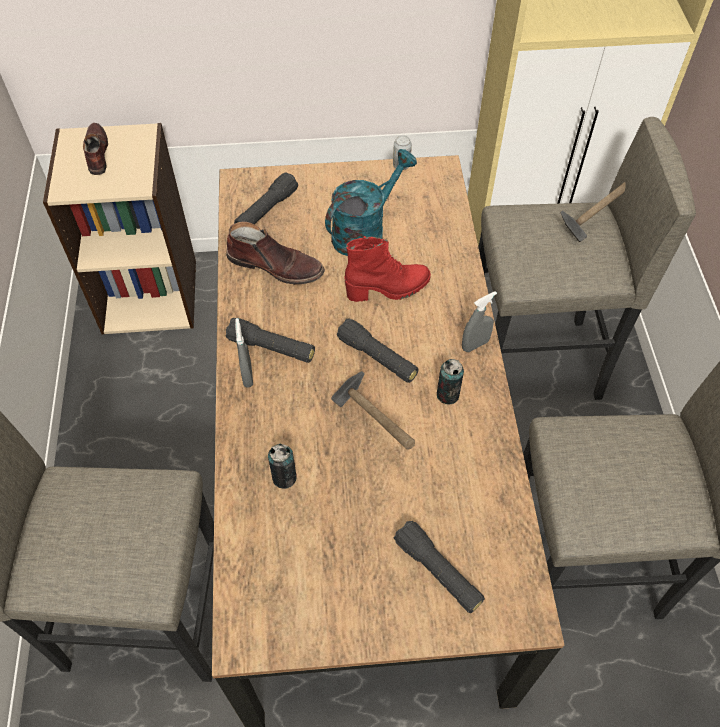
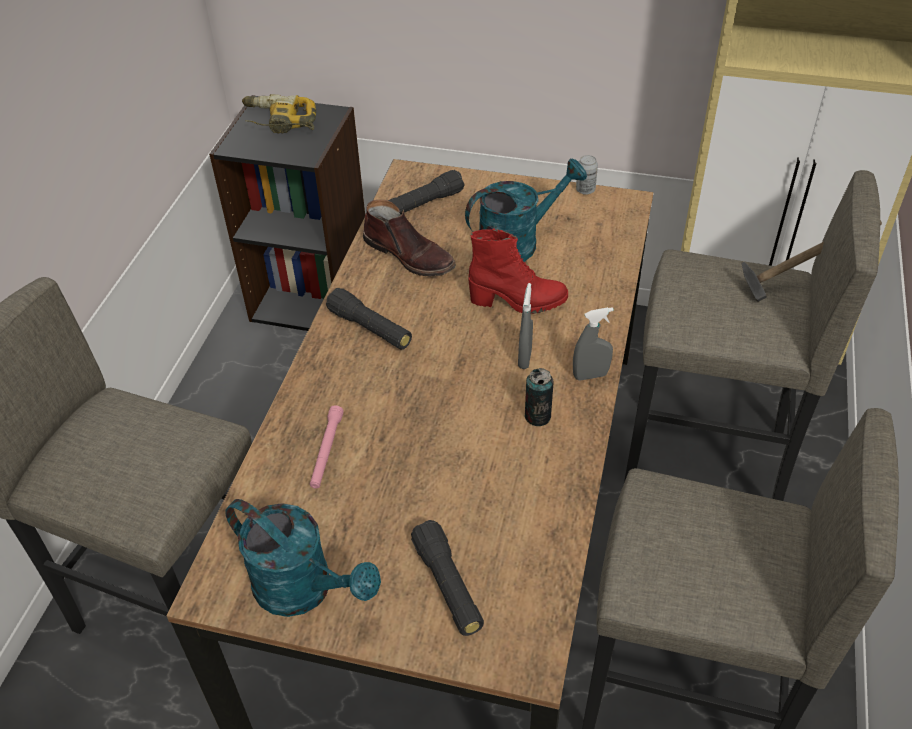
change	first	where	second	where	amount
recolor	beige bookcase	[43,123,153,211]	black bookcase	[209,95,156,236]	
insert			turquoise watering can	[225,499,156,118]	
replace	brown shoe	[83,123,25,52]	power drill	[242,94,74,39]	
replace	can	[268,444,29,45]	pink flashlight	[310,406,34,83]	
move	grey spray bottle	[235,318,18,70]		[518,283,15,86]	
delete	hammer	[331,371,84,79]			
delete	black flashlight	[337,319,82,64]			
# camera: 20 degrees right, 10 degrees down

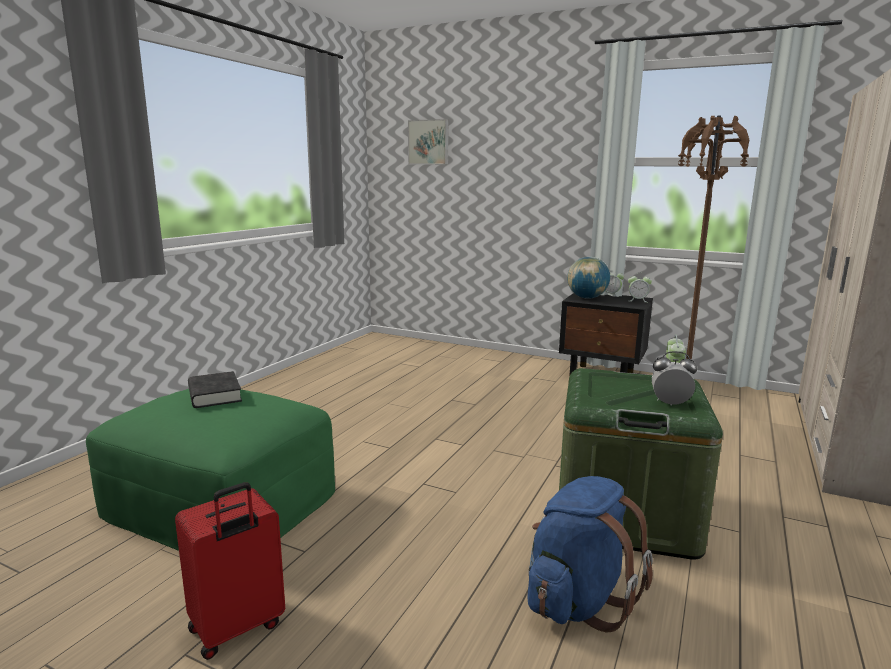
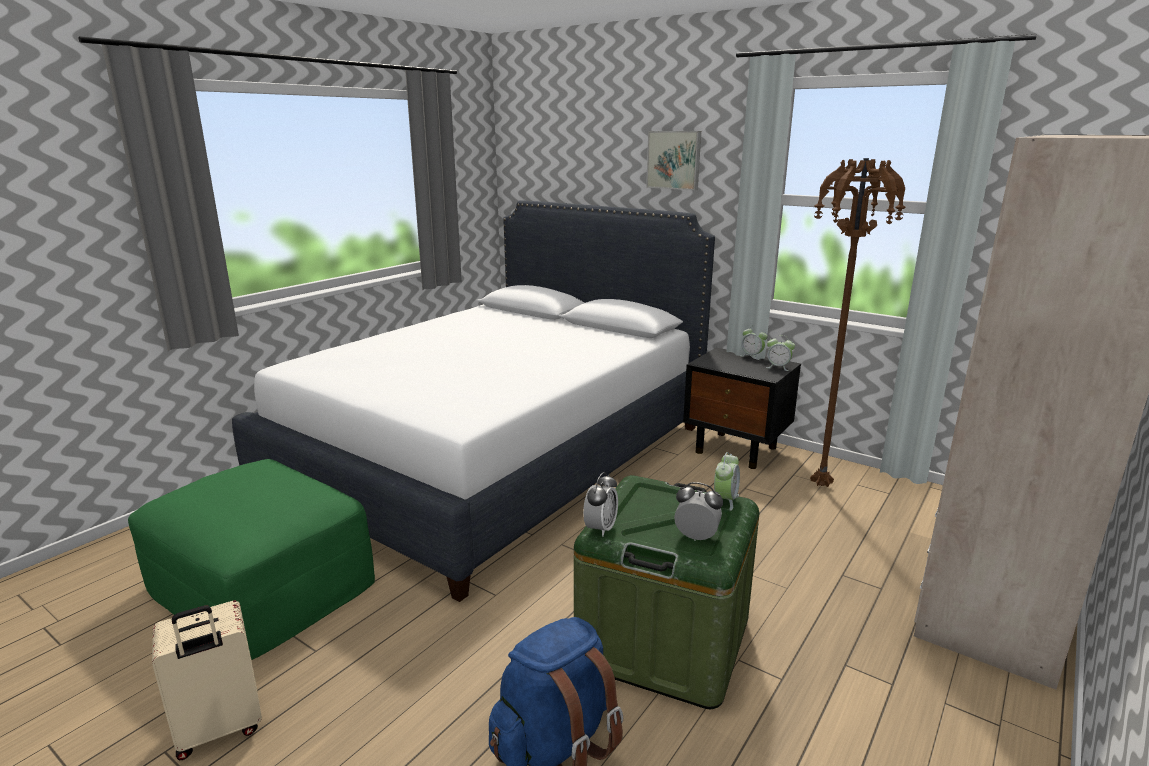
change	first	where	second	where	amount
recolor	red suitcase	[175,482,110,178]	beige suitcase	[152,601,110,159]	
insert			white bed	[232,200,483,402]	
insert			alarm clock	[583,472,35,65]	
move	picture	[408,119,41,46]		[646,131,55,59]	
delete	black book	[188,371,54,37]			
delete	globe	[567,257,43,42]			
# camera: 10 degrees right, 5 degrees up

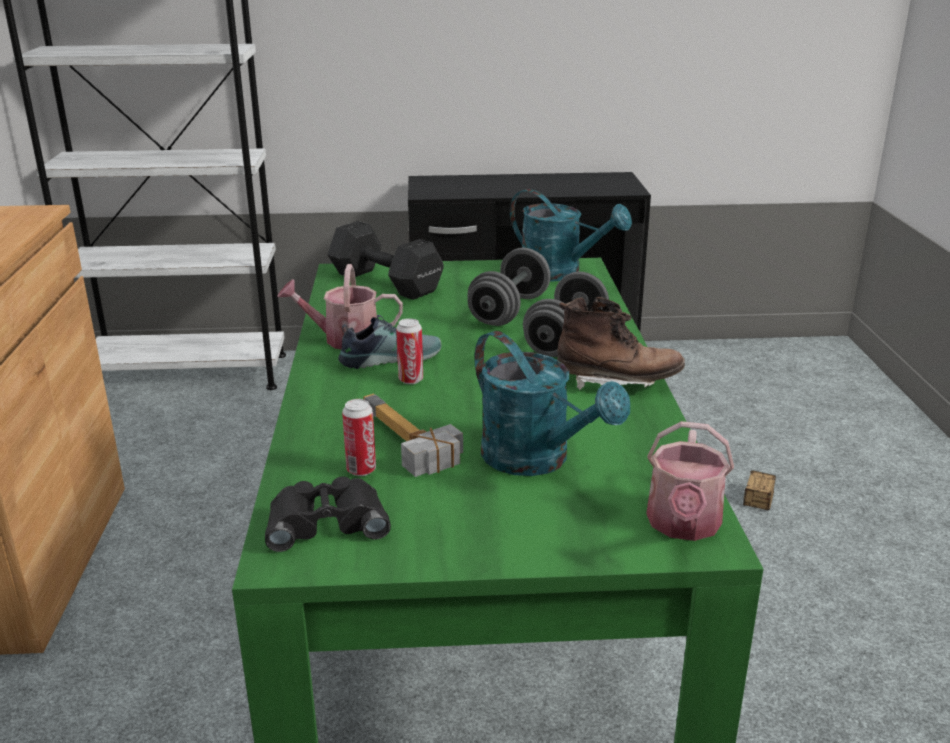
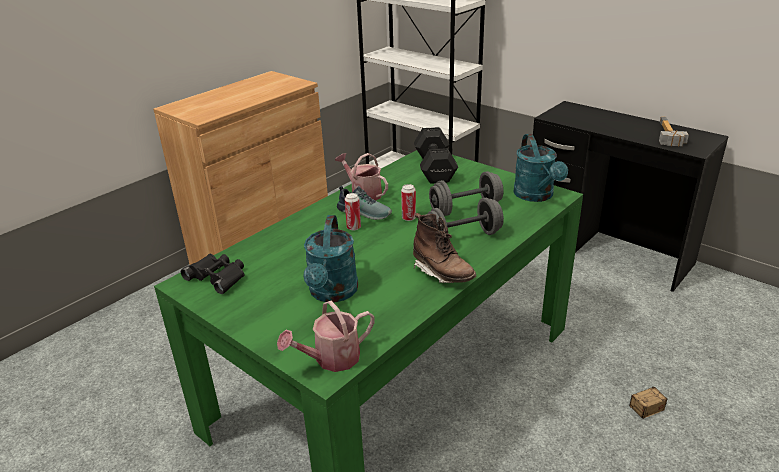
change	first	where	second	where	amount
move	can	[342,399,34,77]		[401,184,15,37]	
move	hammer	[363,394,100,83]		[659,117,30,30]	
# camera: 45 degrees right, 5 degrees up

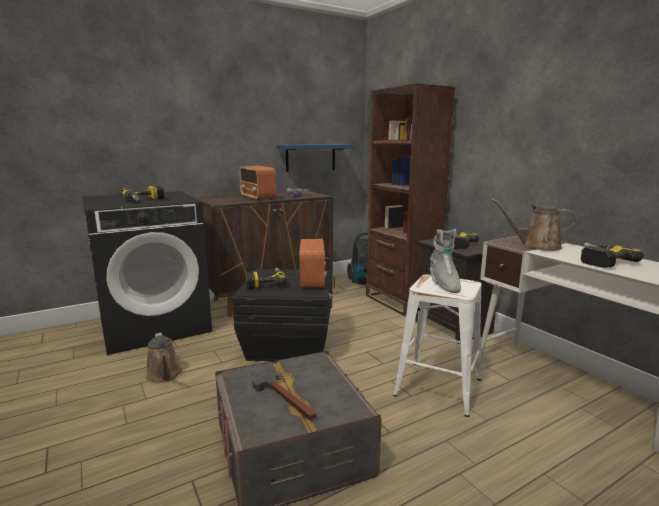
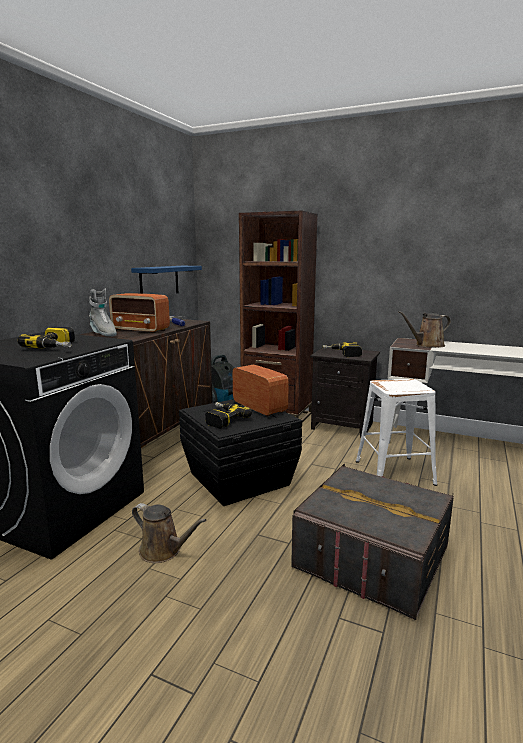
change	first	where	second	where	amount
move	grey boot	[430,229,31,64]		[89,289,28,48]	
delete	hammer	[252,373,64,47]			
delete	power drill	[581,243,63,25]			
# camera: 35 degrees left, 0 degrees up

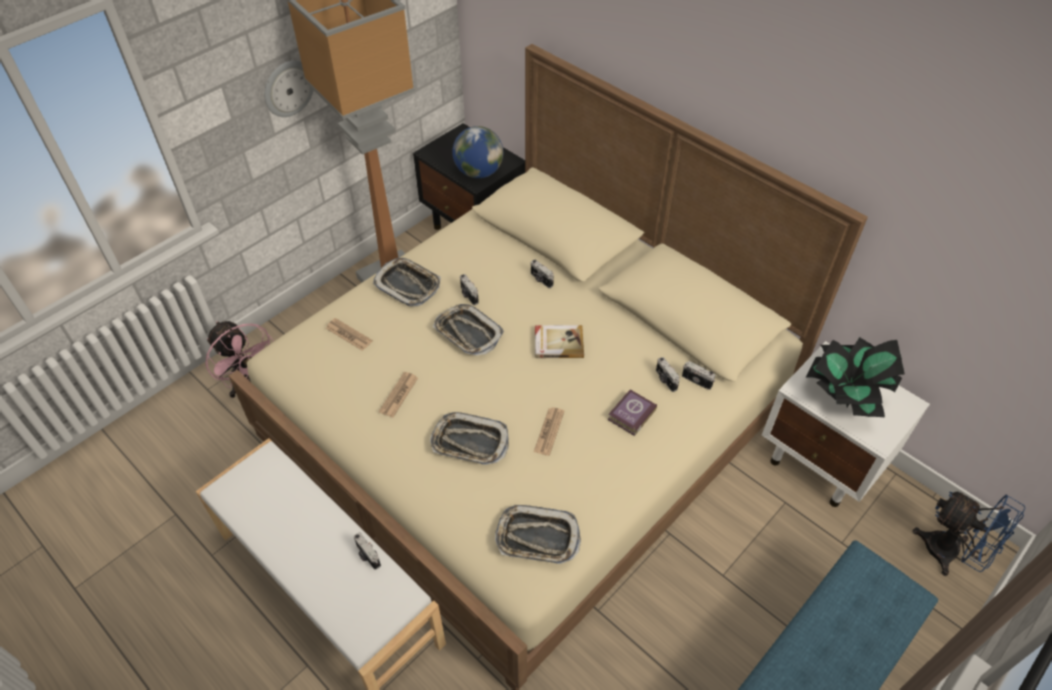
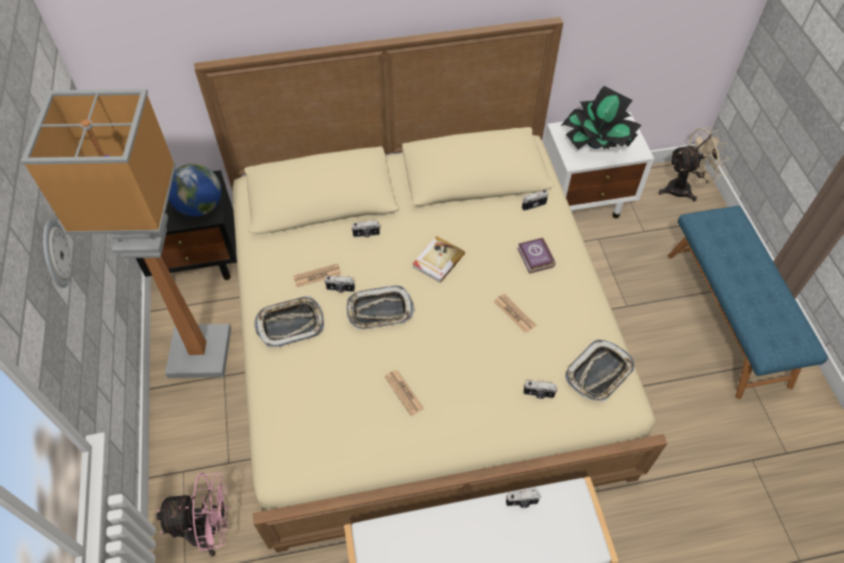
change	first	where	second	where	amount
move	newspaper	[326,318,47,33]		[293,263,48,24]	
move	photo camera	[656,357,24,35]		[524,380,34,19]	
recolor	blue fan	[912,492,114,84]	beige fan	[658,127,72,75]	
delete	tray	[430,412,79,53]			
# camera: 55 degrees left, 5 degrees up

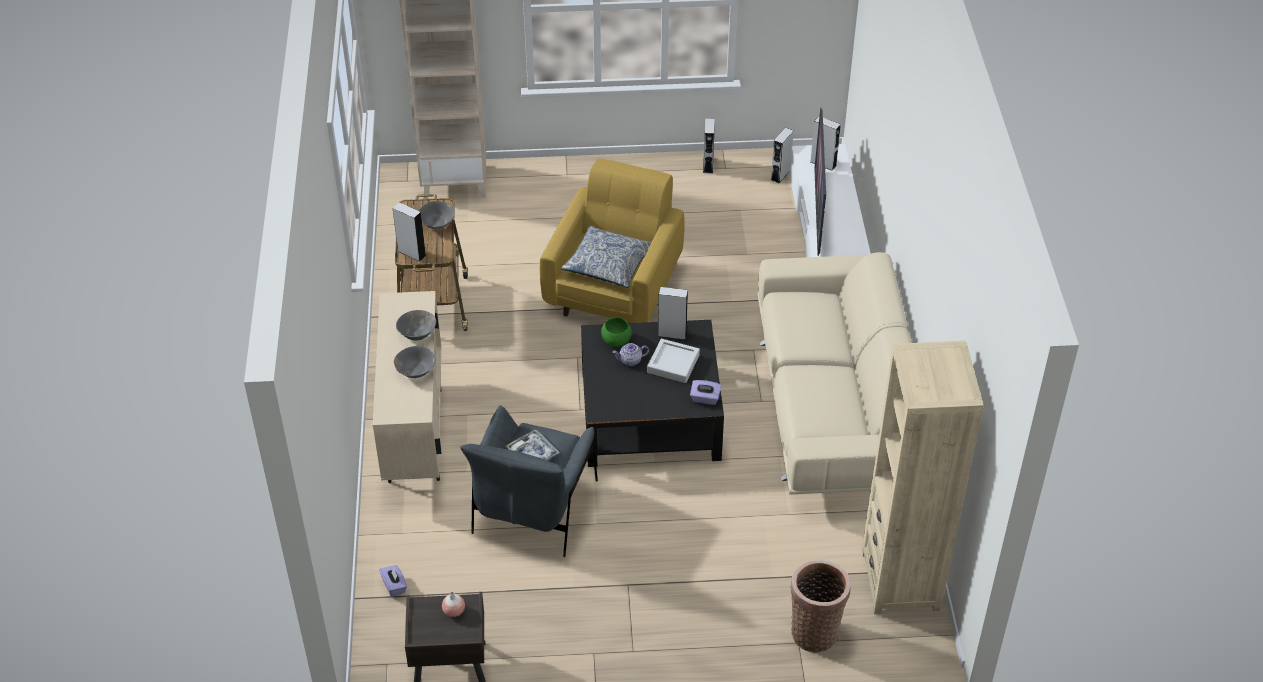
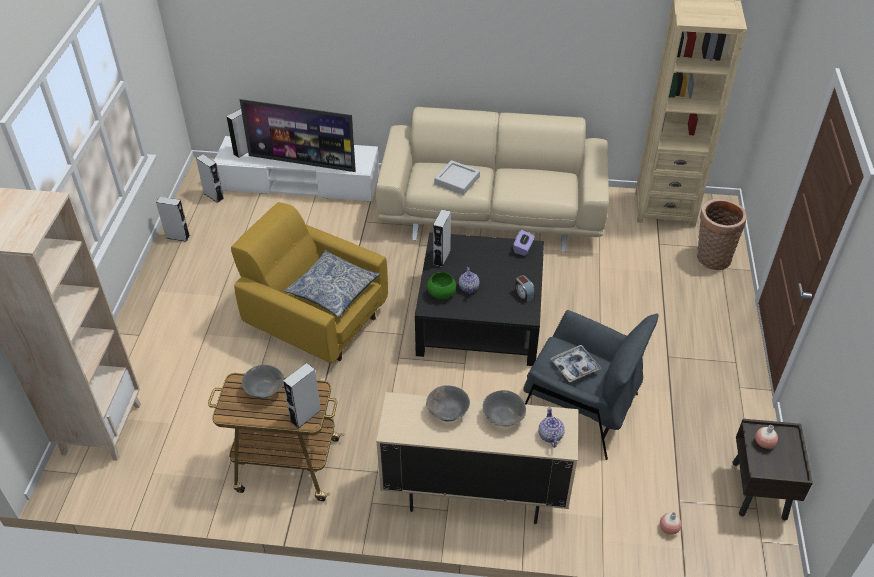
change	first	where	second	where	amount
move	grey tray	[647,339,53,44]		[434,160,46,35]	
insert			alarm clock	[515,275,20,28]	
insert			teapot	[539,407,26,41]	
replace	purple tissue box	[380,565,27,32]	vase	[660,512,22,23]	
# camera: 80 degrees left, 0 degrees up

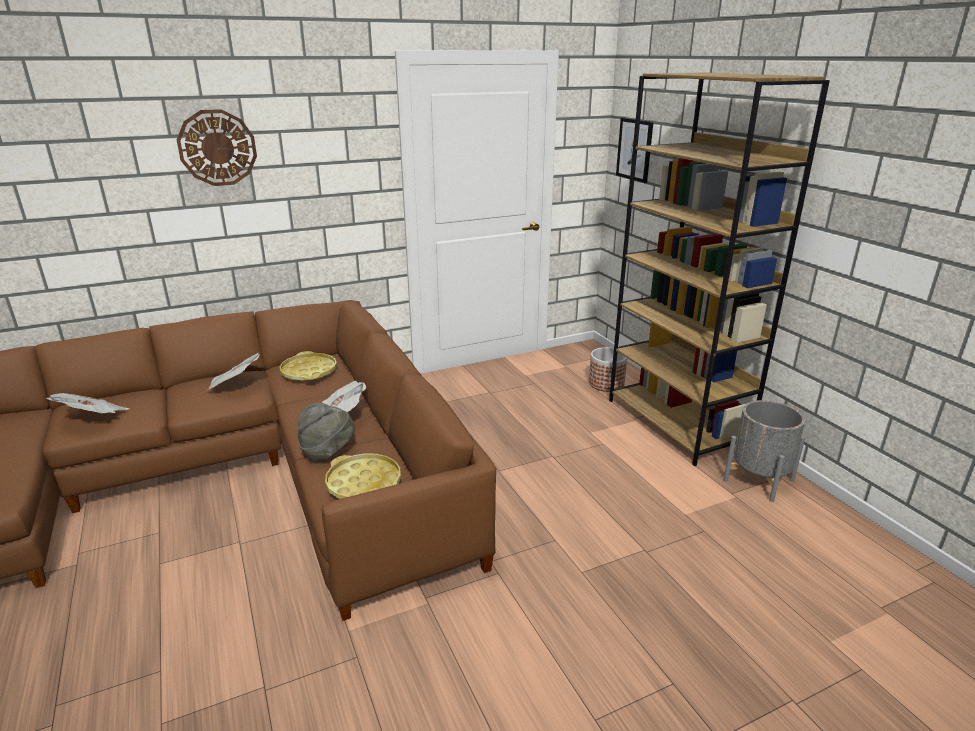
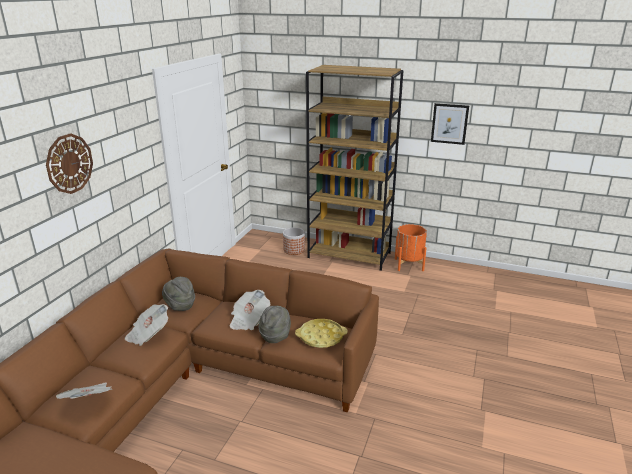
change	first	where	second	where	amount
replace	yellow tray	[280,351,57,30]	grey hat	[162,277,33,34]	
recolor	grey planter	[723,400,82,102]	orange planter	[395,224,32,47]	
move	picture	[616,118,37,65]		[431,103,38,42]	
# camera: 45 degrees left, 0 degrees up

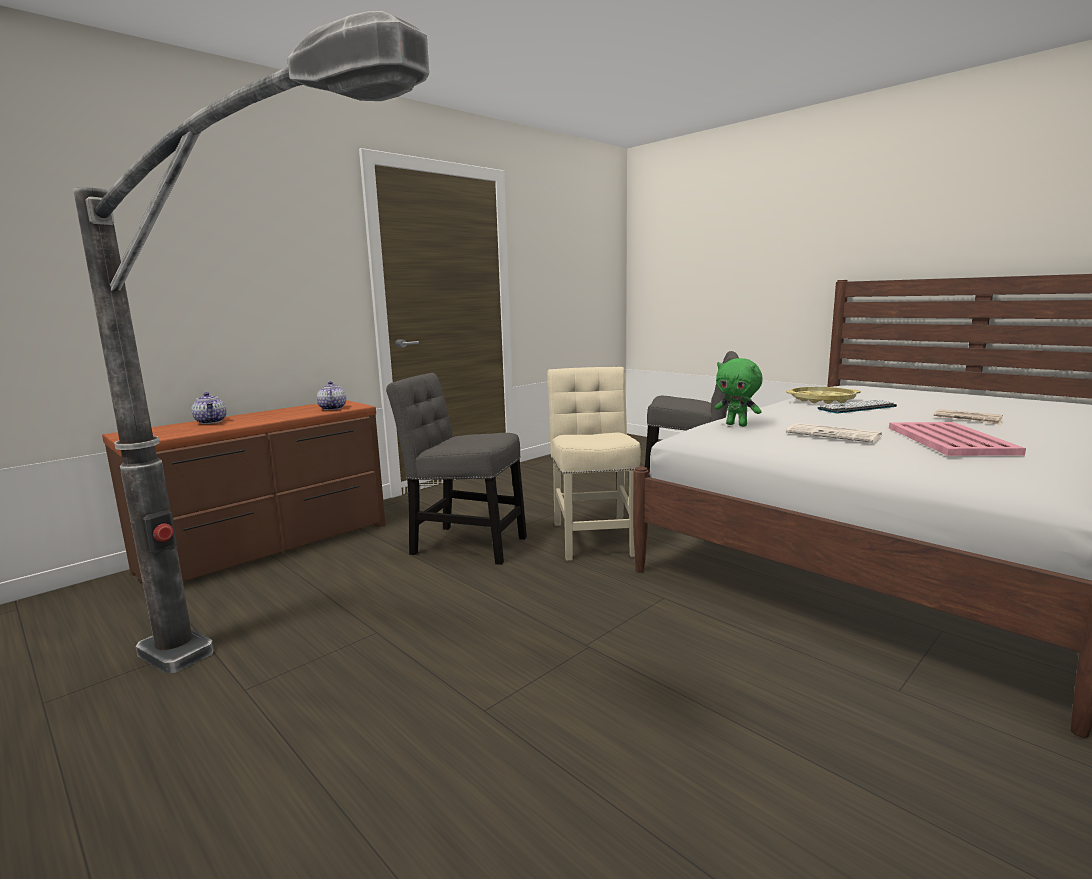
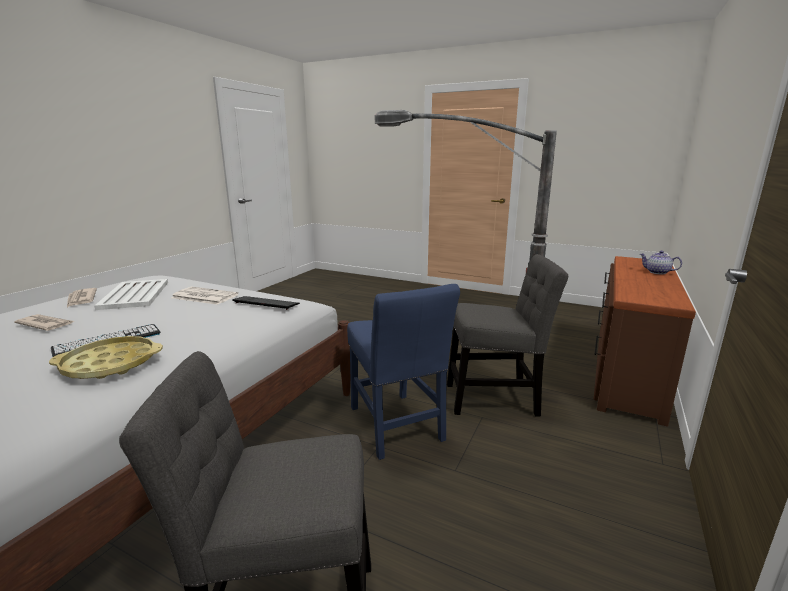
change	first	where	second	where	amount
insert			newspaper	[67,288,30,19]	
recolor	pink tray	[889,422,137,34]	white tray	[94,279,74,31]	
replace	green plush toy	[715,358,47,68]	keyboard	[232,296,68,14]	
recolor	beige chair	[547,367,93,194]	blue chair	[347,284,113,176]	
delete	teapot	[317,381,29,29]			
# camera: 160 degrees right, 5 degrees up

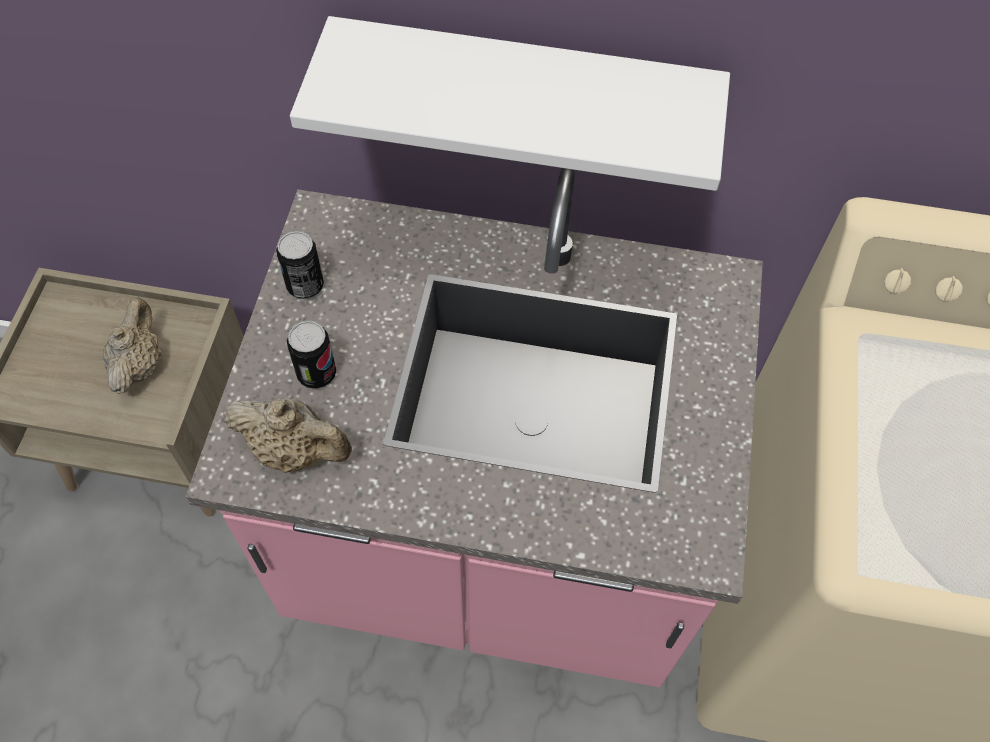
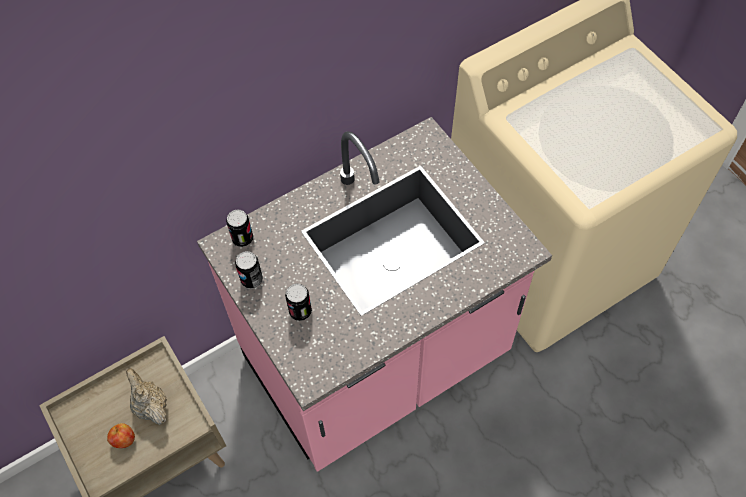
change	first	where	second	where	amount
insert			apple	[107,423,28,25]	
insert			can	[226,210,28,37]	
delete	beige teapot	[223,398,129,75]			
delete	white shelf	[290,16,440,175]			
# camera: 40 degrees left, 0 degrees up

